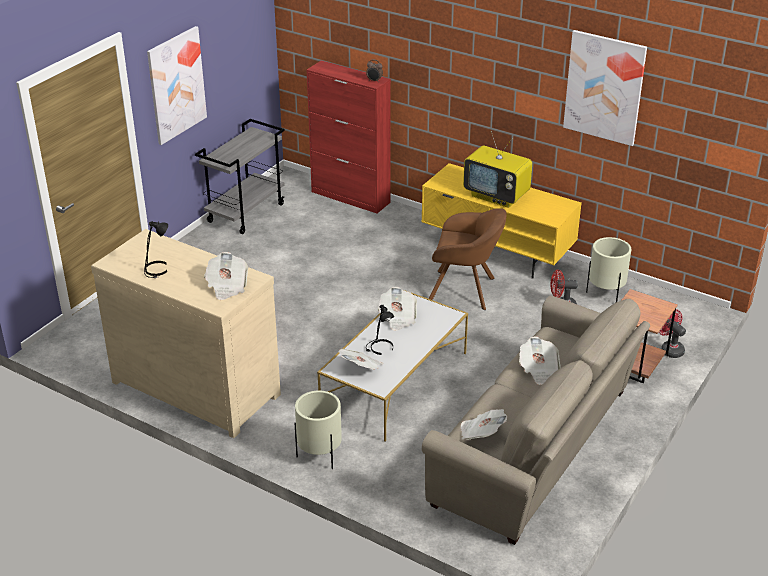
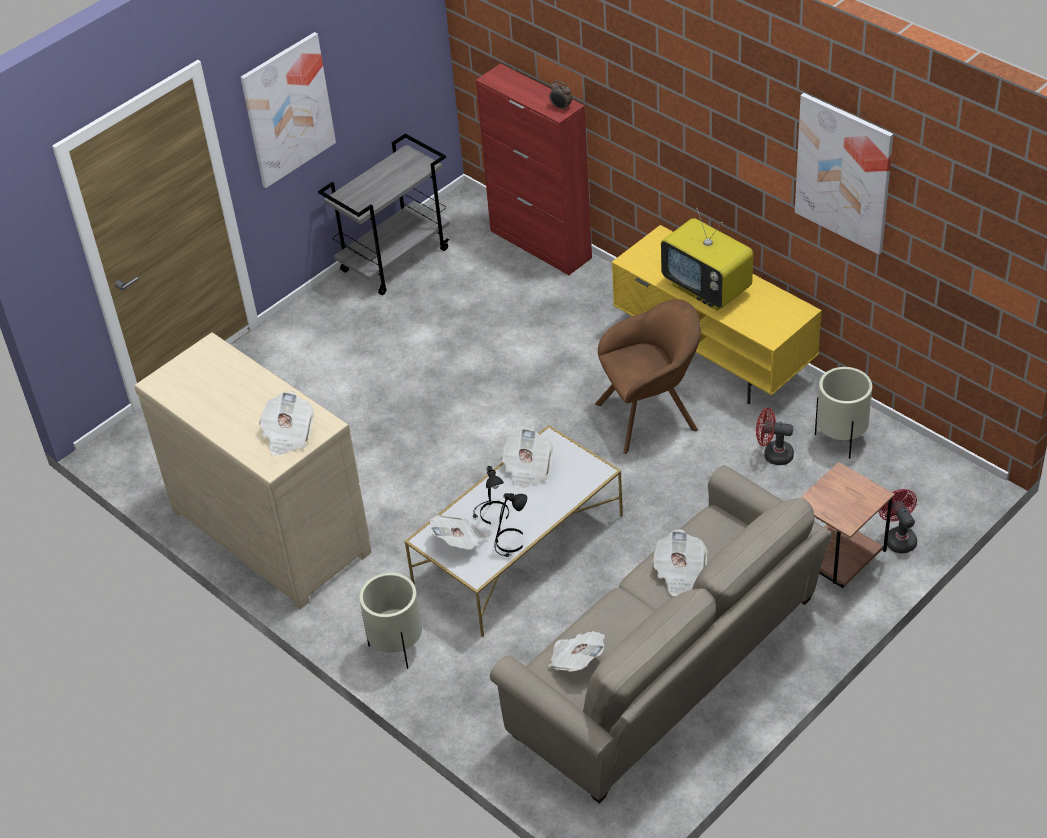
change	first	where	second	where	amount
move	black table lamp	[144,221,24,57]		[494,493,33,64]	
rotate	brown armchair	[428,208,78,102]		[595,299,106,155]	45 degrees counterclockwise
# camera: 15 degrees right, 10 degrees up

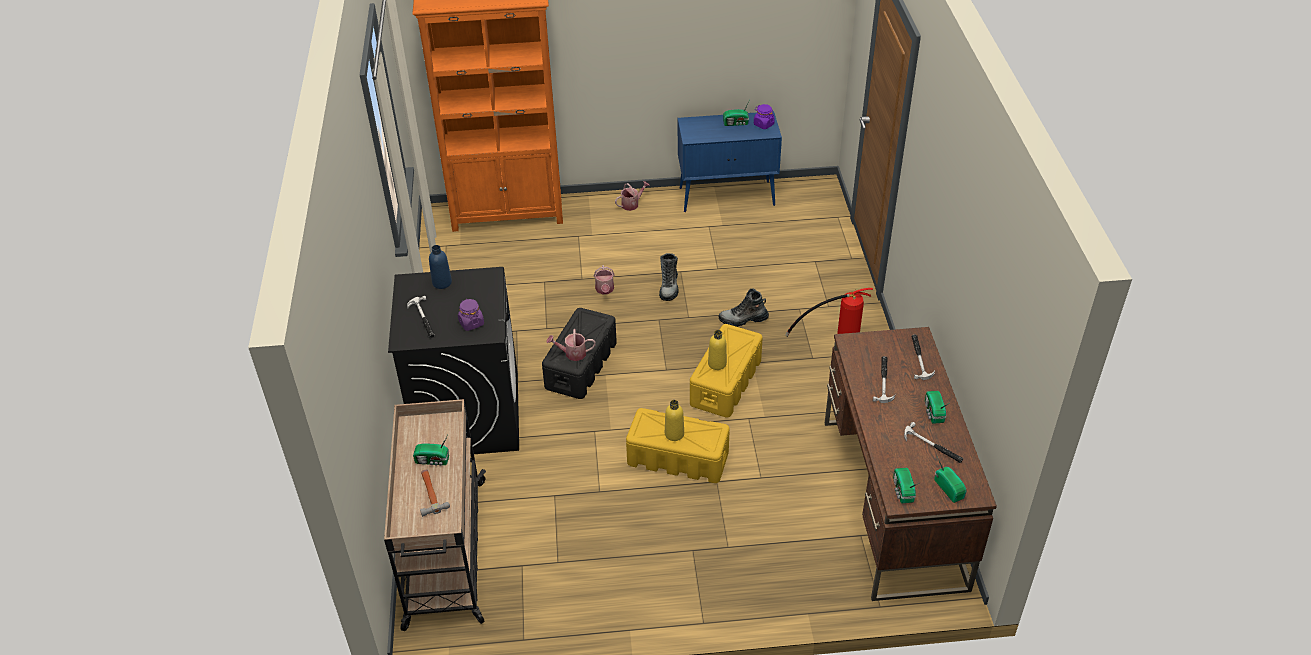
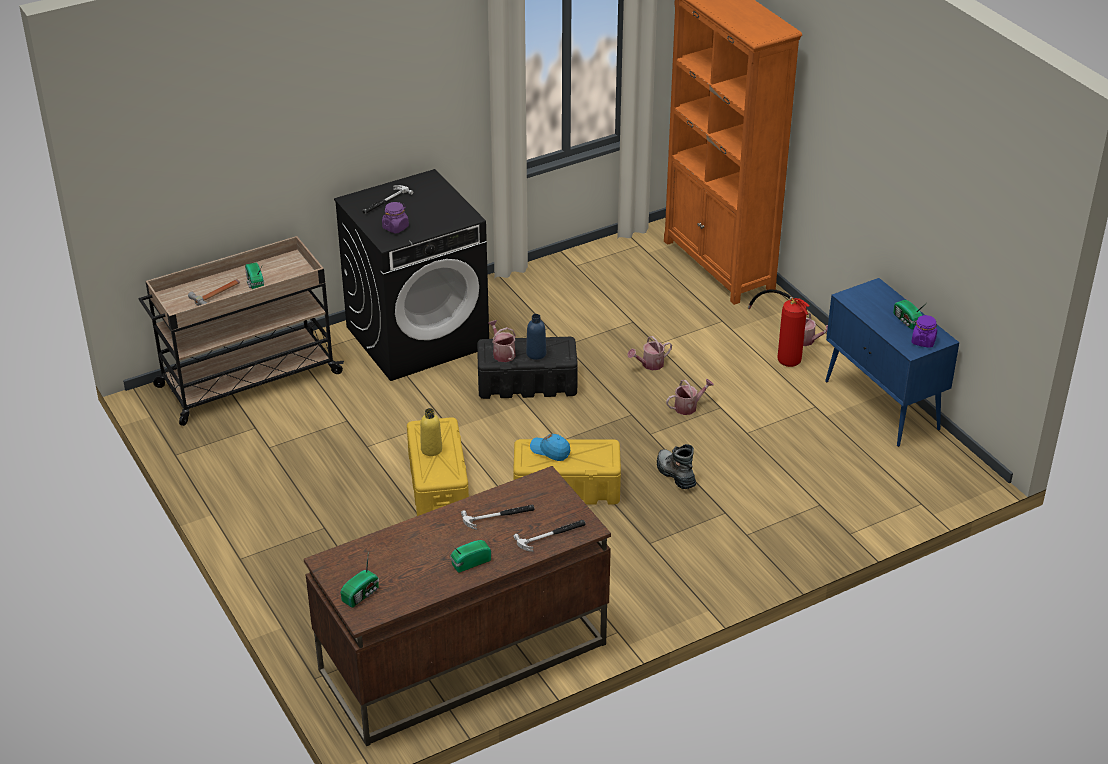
change	first	where	second	where	amount
move	blue bottle	[429,245,23,44]		[526,314,20,46]	
replace	yellow bottle	[708,330,19,40]	blue cap	[530,434,40,27]	
replace	boot	[659,253,20,48]	watering can	[666,379,48,36]	
move	fire extinguisher	[785,288,88,49]		[748,290,62,77]	
delete	radio	[893,468,26,35]			
delete	hammer	[904,422,59,41]			
# camera: 65 degrees right, 5 degrees down

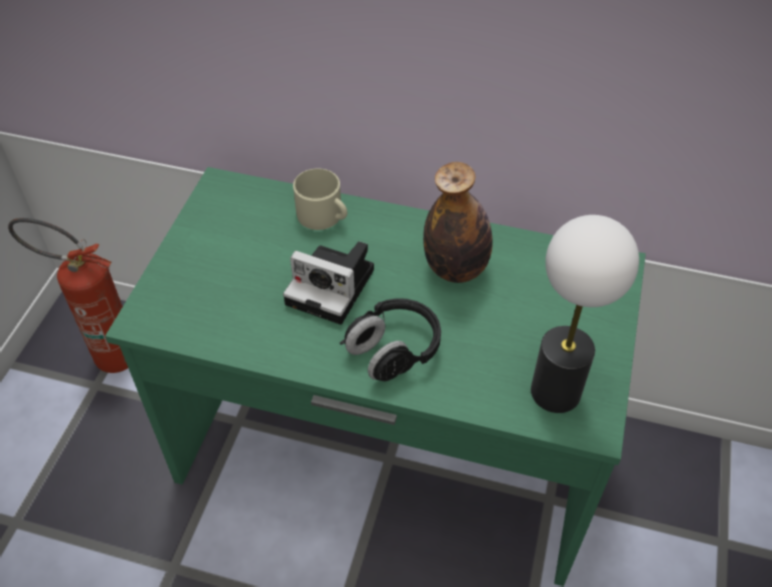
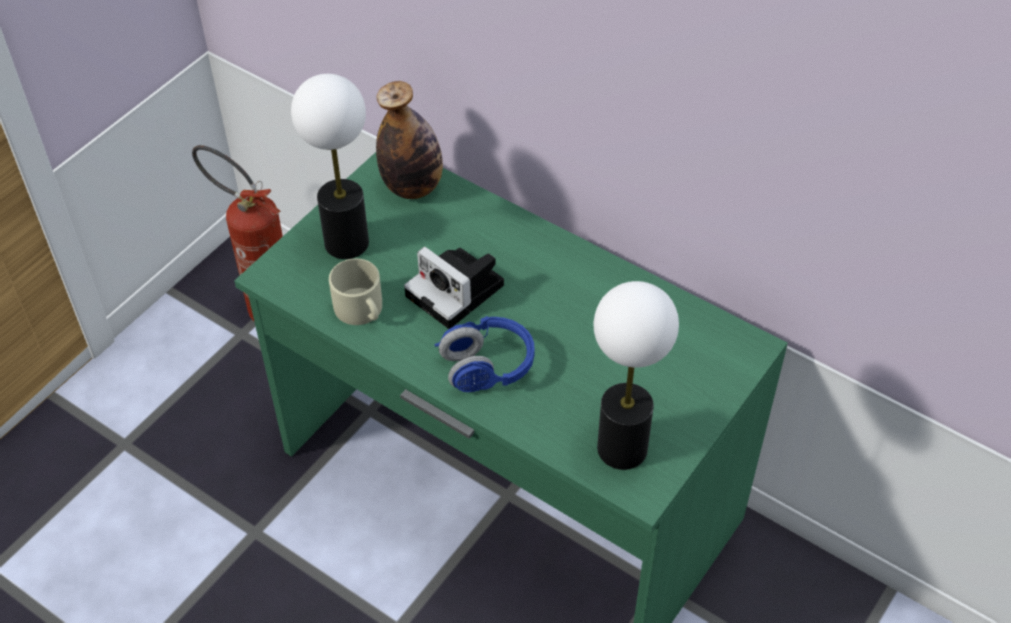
change	first	where	second	where	amount
insert			table lamp	[291,74,78,185]	
move	beige mug	[293,168,54,62]		[329,259,53,66]	
move	bottle	[423,162,70,121]		[376,81,67,118]	
recolor	black headphones	[340,299,101,82]	blue headphones	[435,316,100,76]	
# camera: 20 degrees right, 0 degrees up

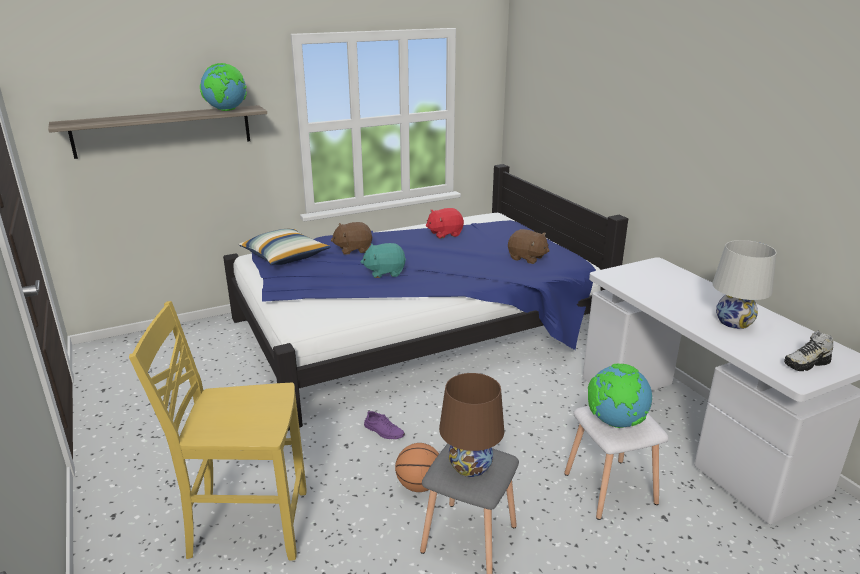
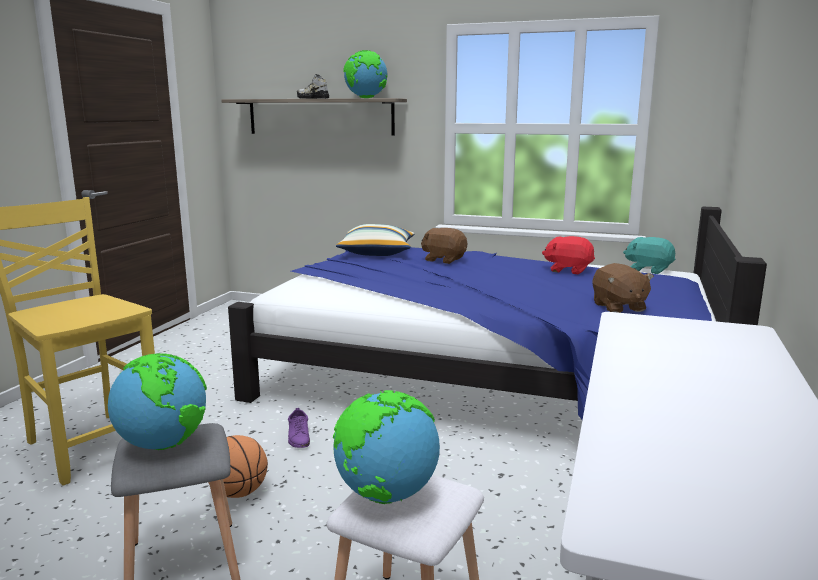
change	first	where	second	where	amount
replace	brown table lamp	[439,373,65,104]	globe	[108,353,99,97]	
move	shoe	[784,331,49,40]		[297,74,32,25]	
move	turquoise plush toy	[361,243,45,35]		[623,237,52,37]	
delete	white table lamp	[712,240,65,89]			
# camera: 45 degrees right, 10 degrees down

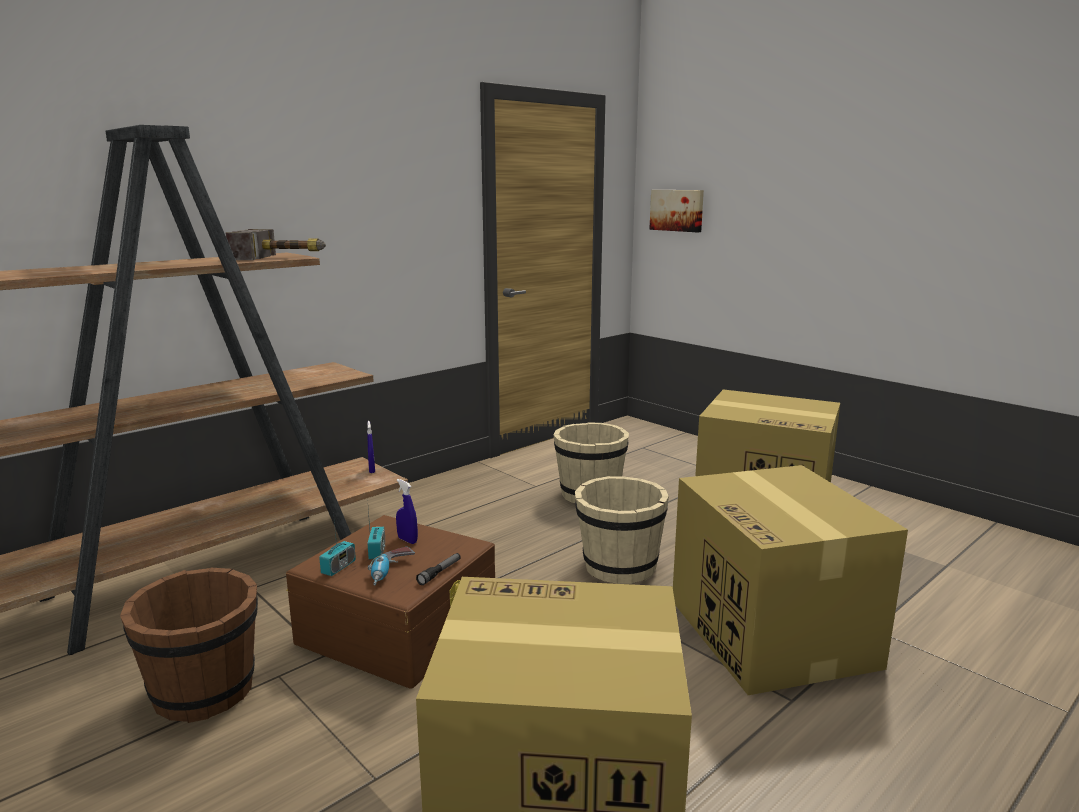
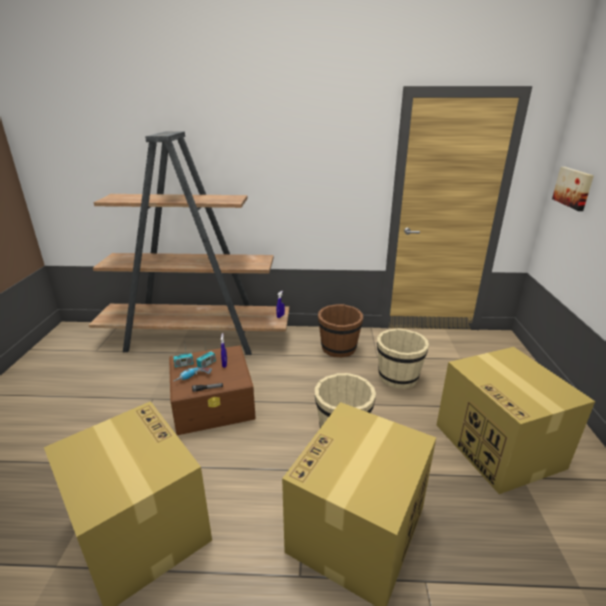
change	first	where	second	where	amount
move	brown bucket	[120,568,138,155]		[318,304,45,53]	
delete	hammer	[225,229,101,31]			
# camera: 45 degrees right, 10 degrees up

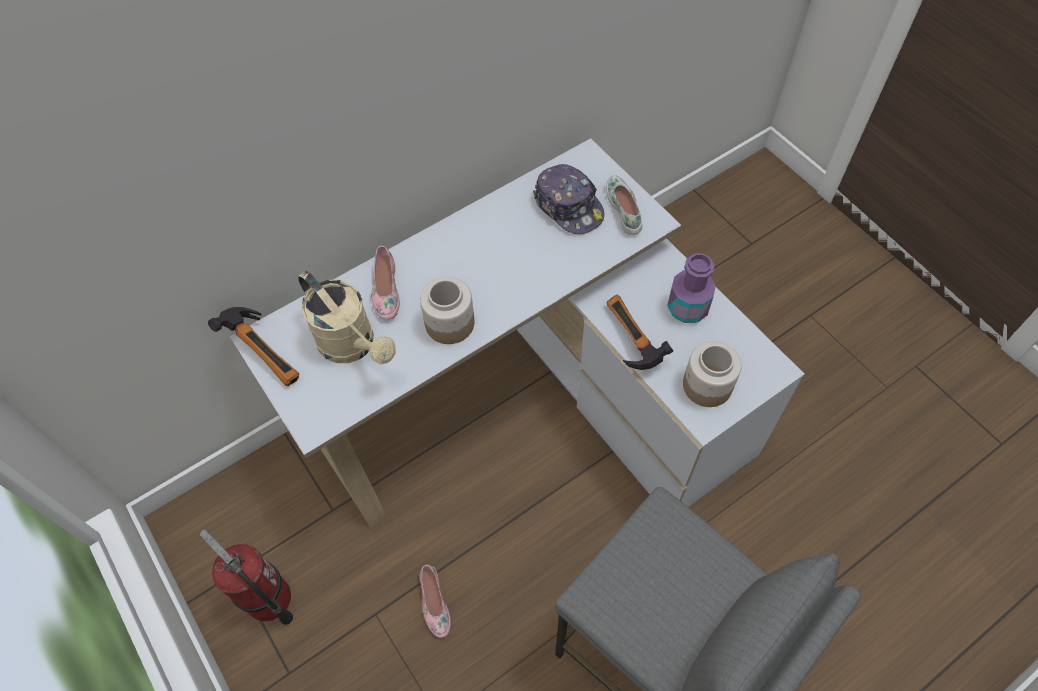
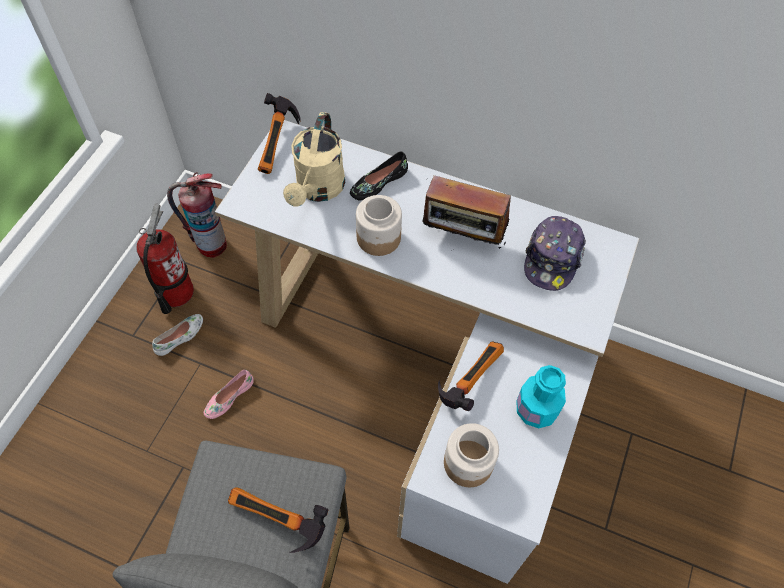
change	first	where	second	where	amount
move	white shoe	[606,175,36,60]		[152,314,51,42]	
insert			fire extinguisher	[167,172,60,86]	
insert			hammer	[228,487,100,66]	
recolor	pink shoe	[371,246,29,74]	black shoe	[350,151,58,49]	
insert			radio	[422,174,89,75]	
recolor	purple bottle	[667,253,49,70]	turquoise bottle	[516,365,50,64]	
# camera: 55 degrees right, 0 degrees up

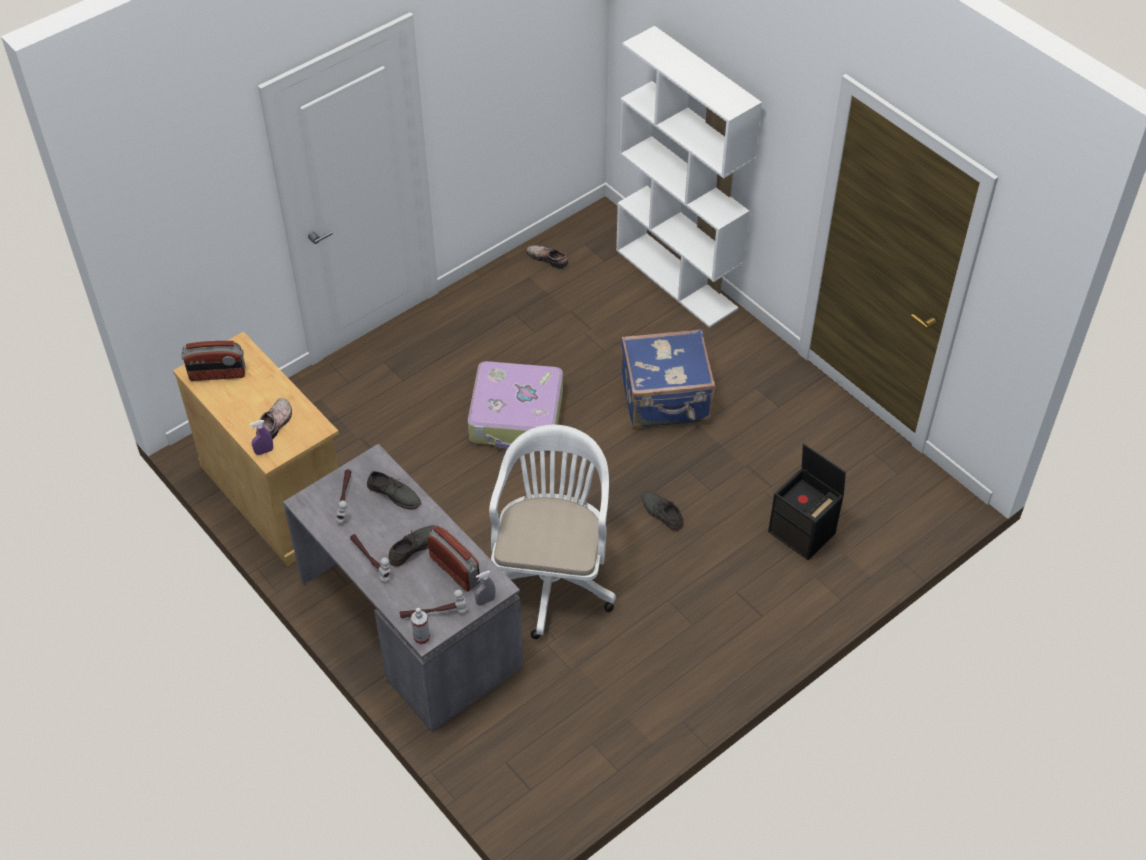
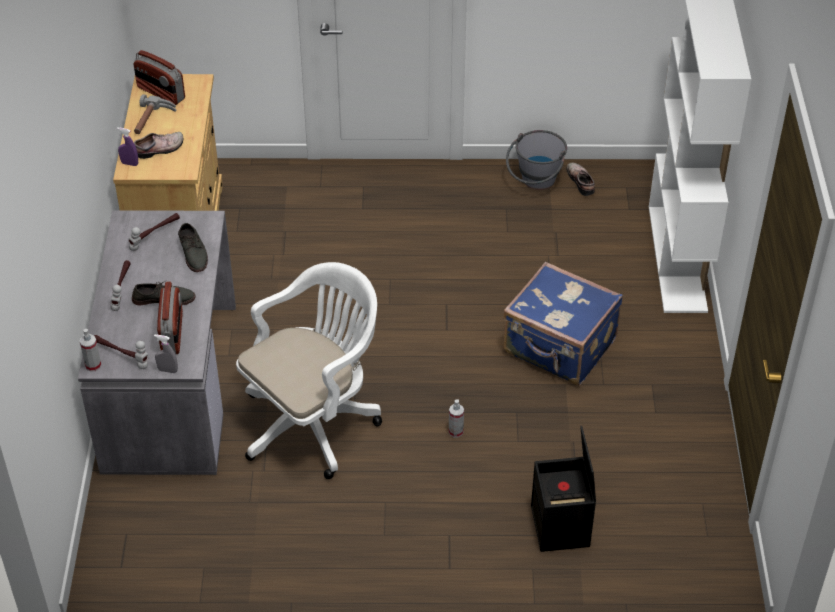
change	first	where	second	where	amount
insert			hammer	[134,94,43,40]	
replace	grey shoe	[642,491,41,40]	spray bottle	[449,399,15,38]	
insert			grey bucket	[506,130,61,60]	
delete	suitcase	[468,361,95,88]			
# camera: 40 degrees right, 5 degrees down

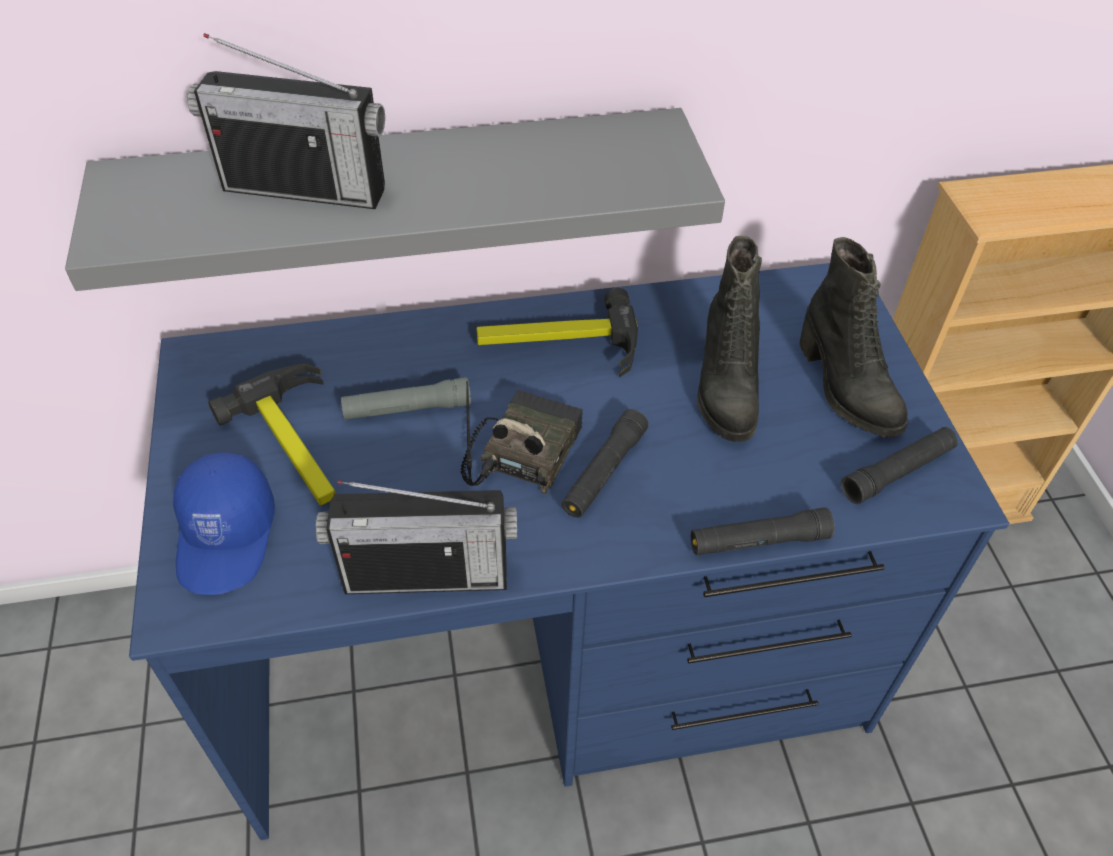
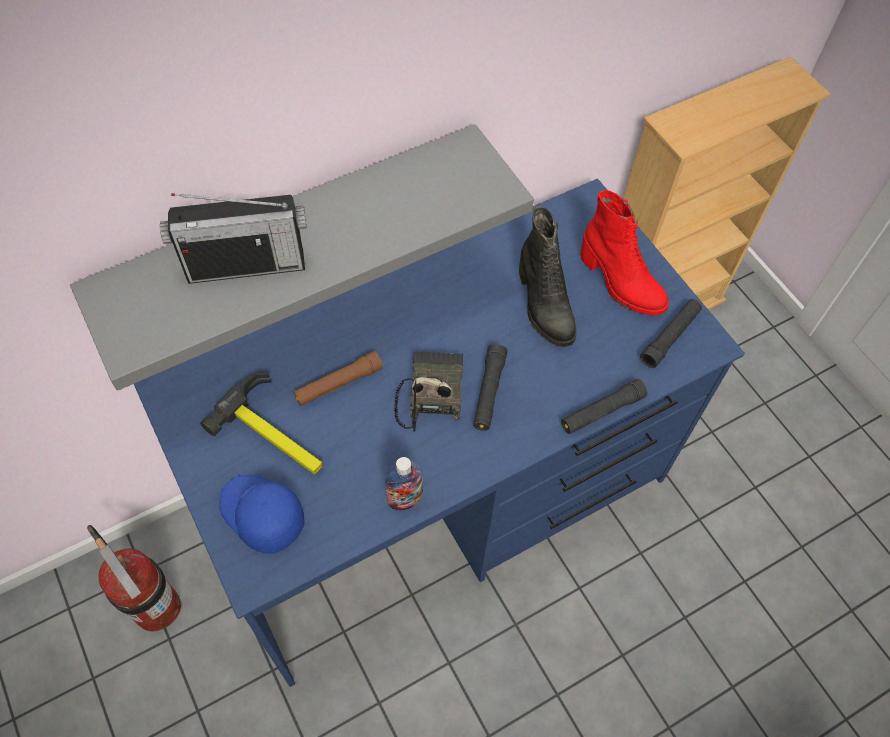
change	first	where	second	where	amount
insert			fire extinguisher	[87,525,94,107]	
rotate	blue cap	[173,453,102,142]		[219,475,85,78]	150 degrees clockwise
recolor	grey flashlight	[341,377,130,43]	brown flashlight	[293,351,90,55]	
replace	radio	[316,480,201,114]	bottle	[385,457,38,53]	
recolor	black boot	[800,237,108,200]	red boot	[580,190,89,126]	
delete	hammer	[476,288,162,89]			
# camera: 20 degrees left, 10 degrees up

